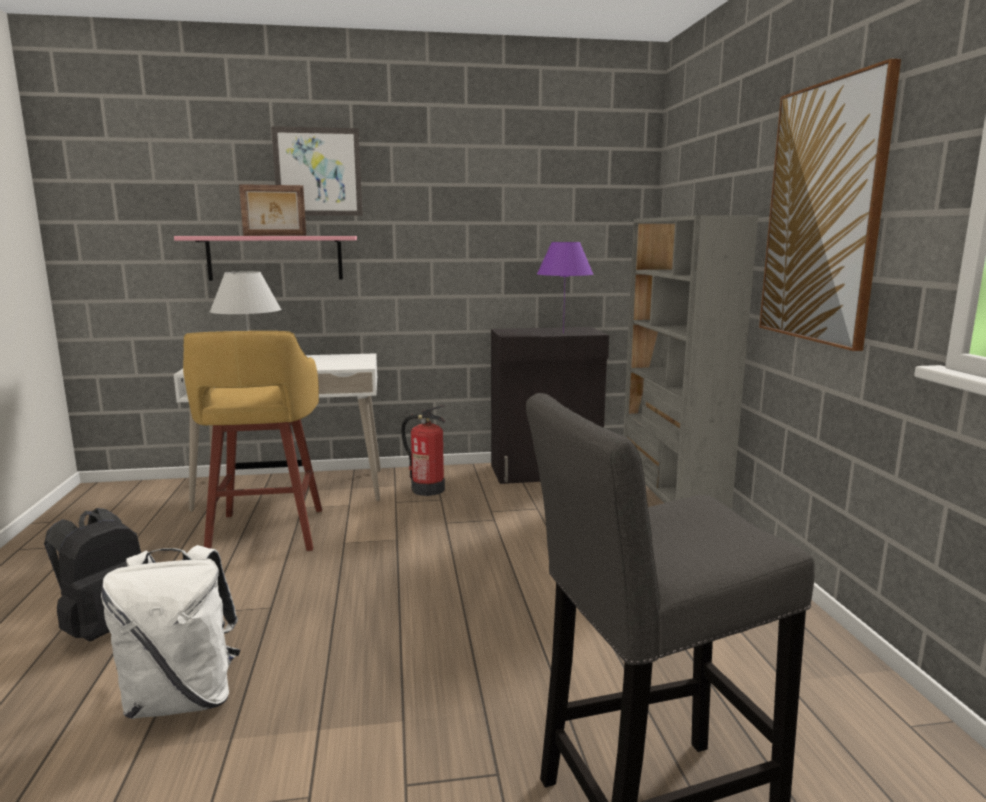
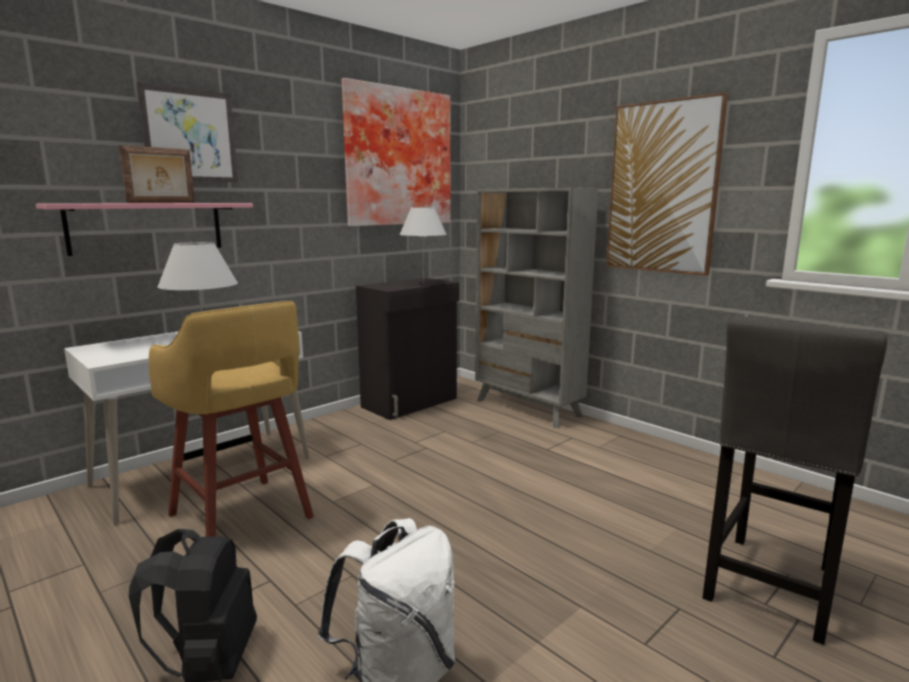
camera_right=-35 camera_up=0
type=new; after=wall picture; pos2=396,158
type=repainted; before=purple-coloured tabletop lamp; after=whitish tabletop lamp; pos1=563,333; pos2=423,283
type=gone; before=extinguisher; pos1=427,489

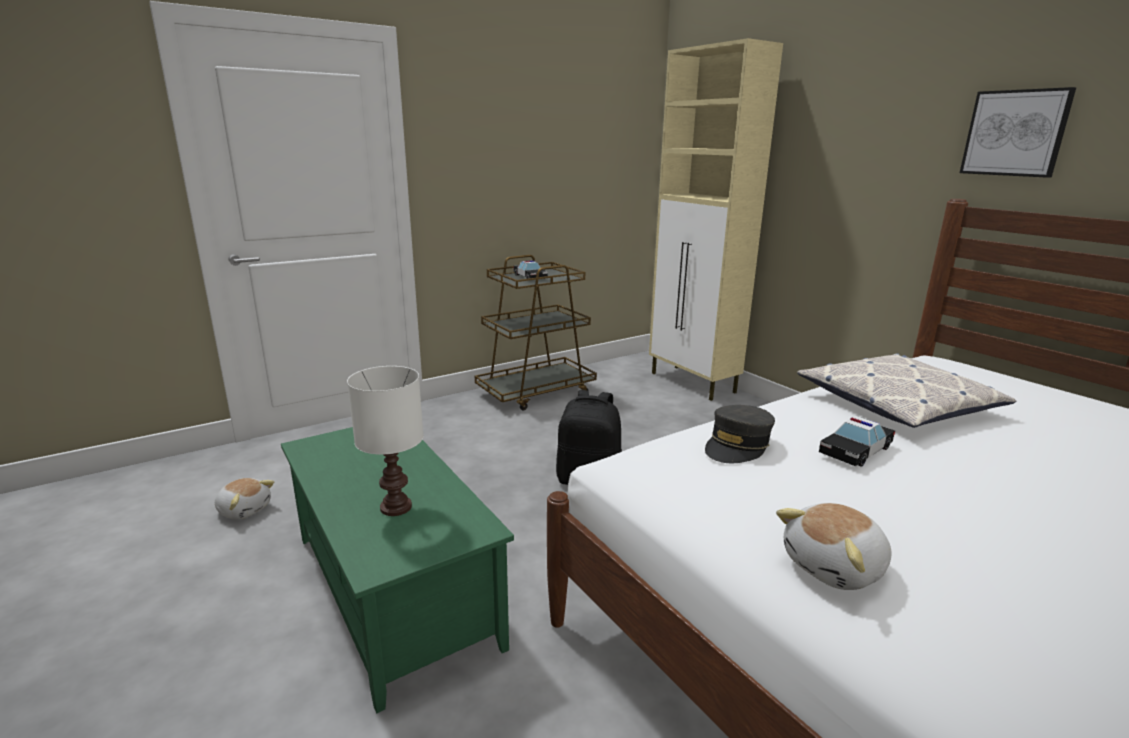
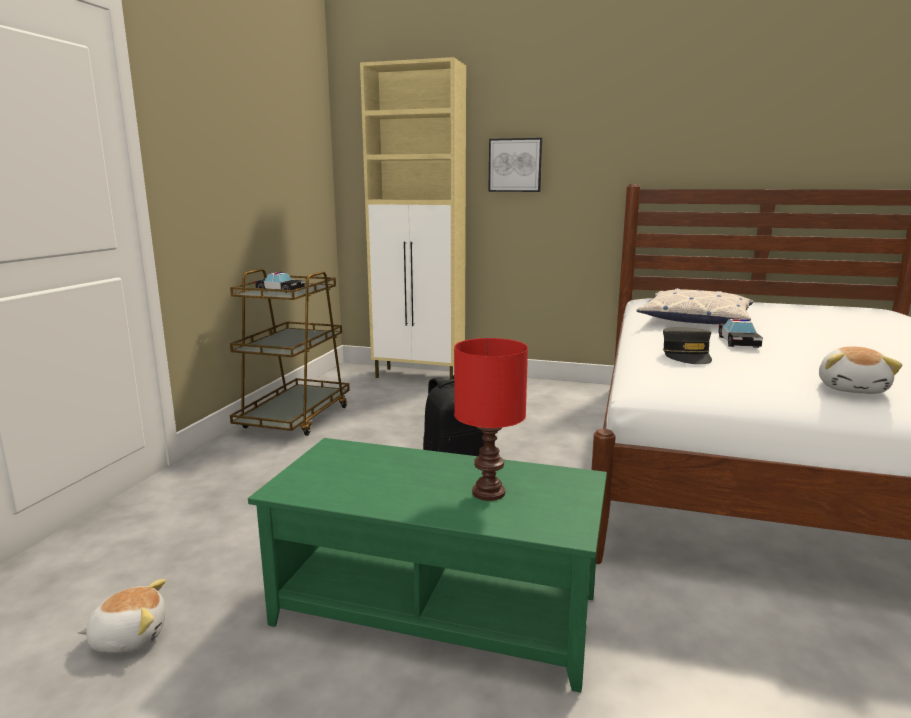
camera_right=-40 camera_up=-5
type=repainted; before=whitish tabletop lamp; after=reddish tabletop lamp; pos1=395,506; pos2=487,492
type=shifted; before=wall picture; pos1=1015,133; pos2=515,165

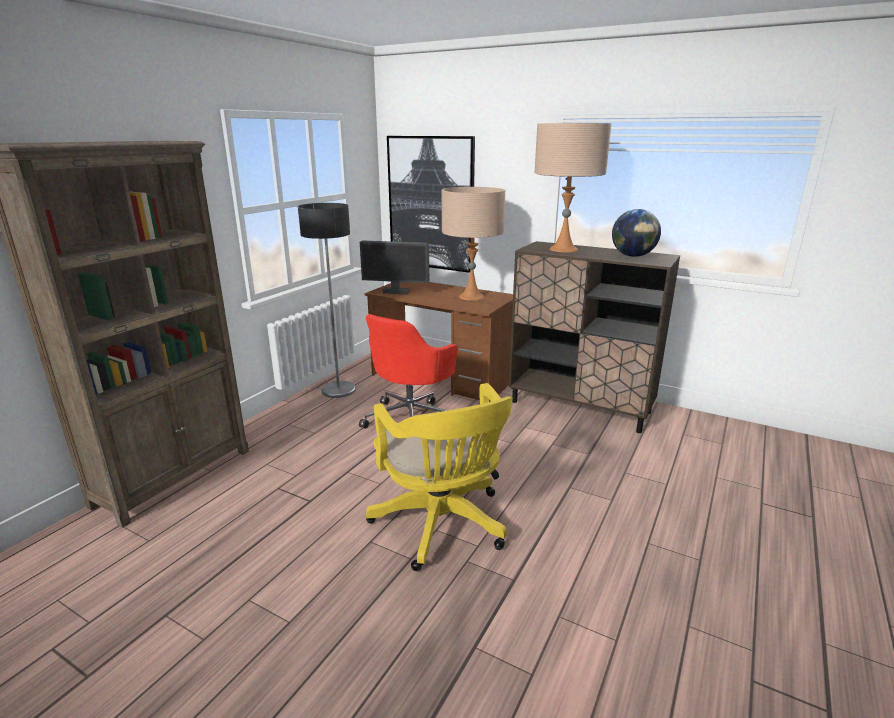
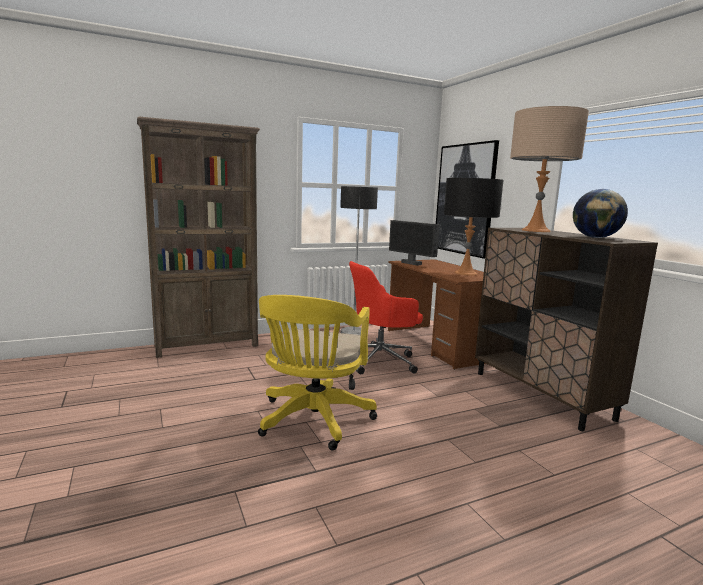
camera_right=35 camera_up=-10
type=repainted; before=beige tabletop lamp; after=black tabletop lamp; pos1=471,297; pos2=465,273

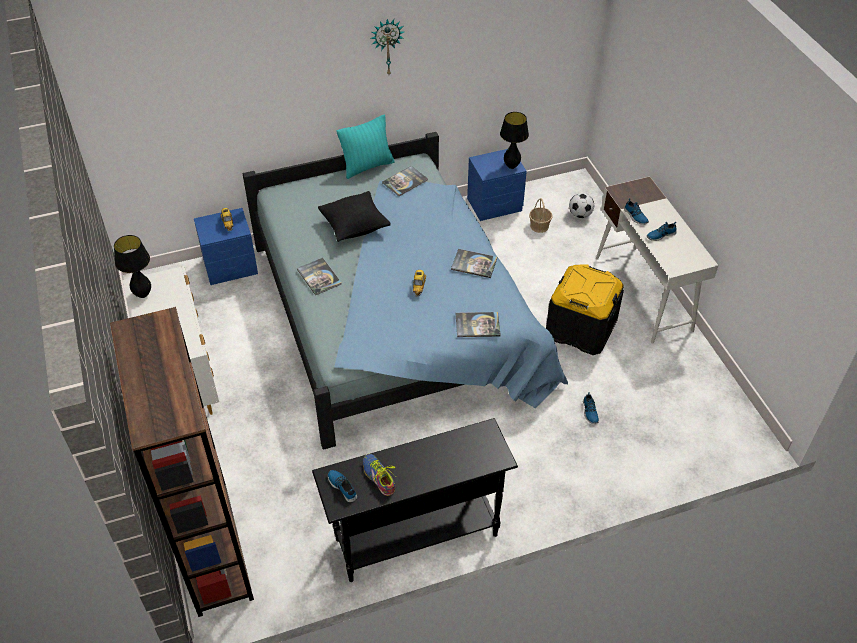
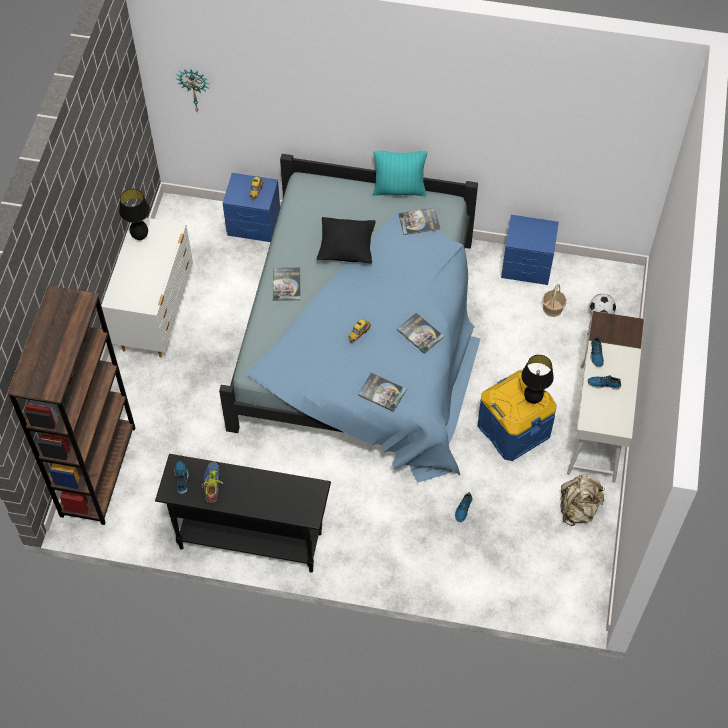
camera_right=30 camera_up=10
type=shifted; before=hanging clock; pos1=387,46; pos2=194,89
type=repainted; before=black storage container; after=bluish storage container; pos1=581,329; pos2=513,429
type=shifted; before=black tabletop lamp; pos1=511,166; pos2=532,399
type=new; after=beige backpack; pos2=578,508

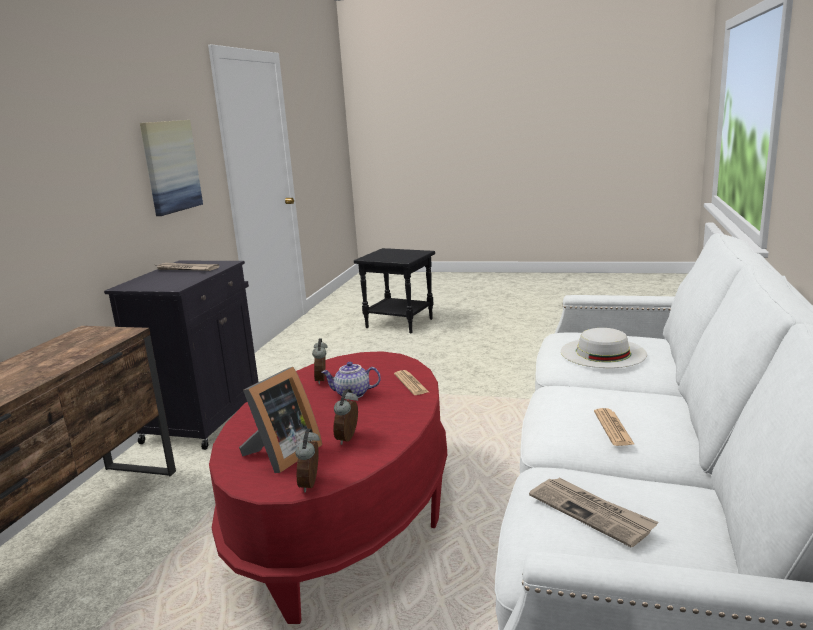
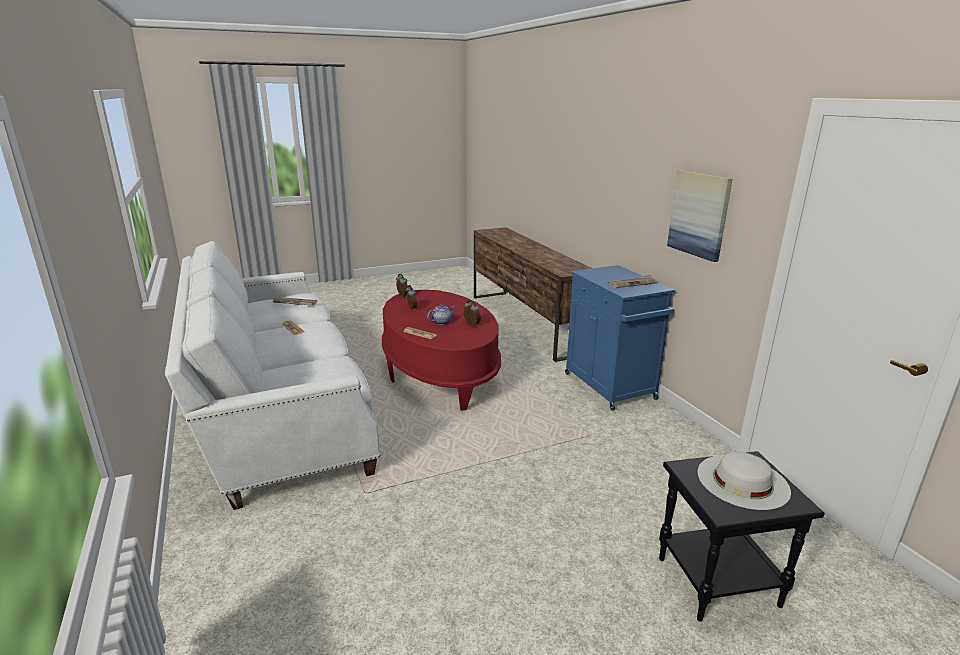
camera_right=140 camera_up=5
type=repainted; before=black cupboard; after=bluish cupboard; pos1=205,419; pos2=610,387
type=shifted; before=whitish hat; pos1=603,352; pos2=742,481
type=gone; before=photo frame; pos1=281,455

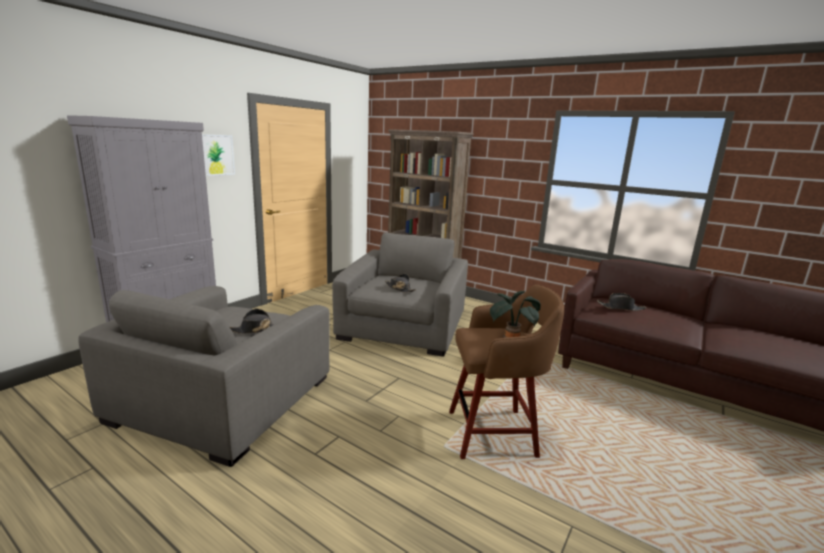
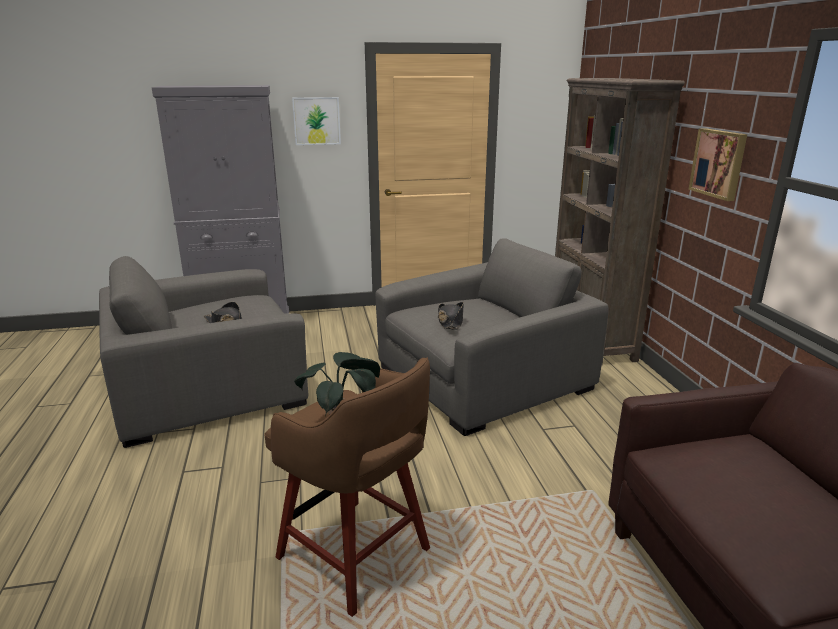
camera_right=45 camera_up=5
type=new; after=wall picture; pos2=719,163
type=gone; before=black hat; pos1=620,308

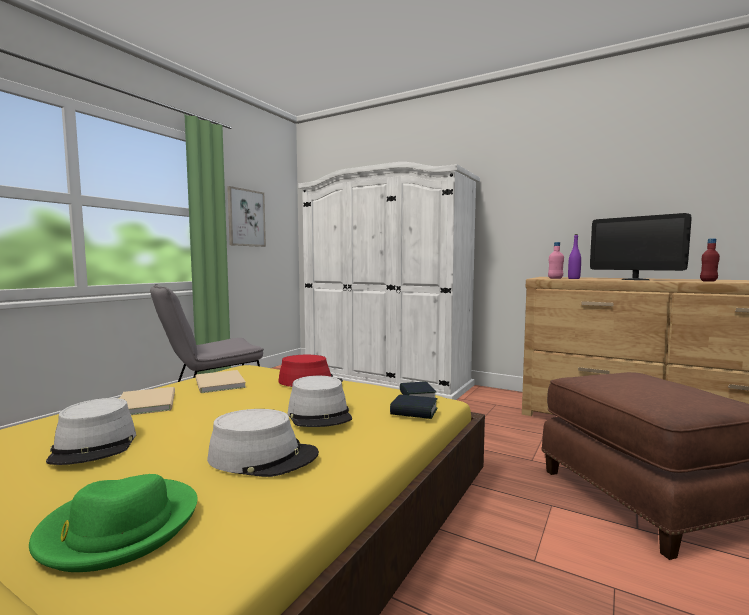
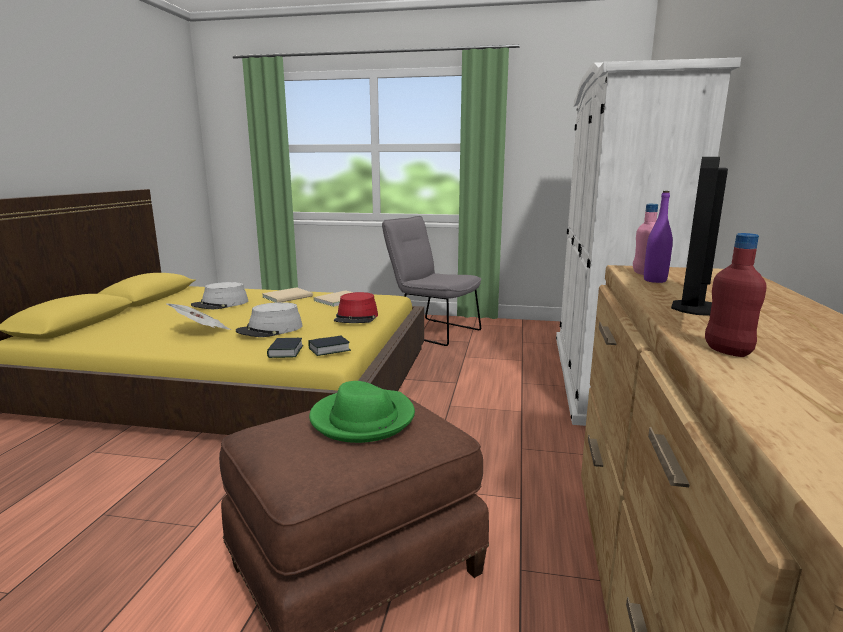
camera_right=70 camera_up=10
type=swapped; before=greyish hat; after=printed paper; pos1=263,457; pos2=201,331
type=shifted; before=green-coloured hat; pos1=119,527; pos2=362,419
type=gone; before=wall picture; pos1=246,218

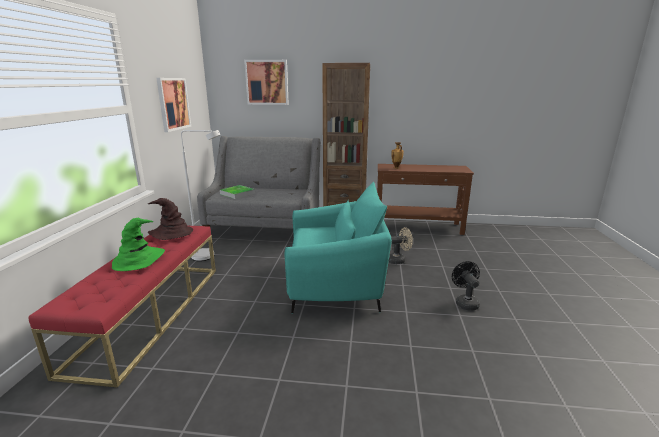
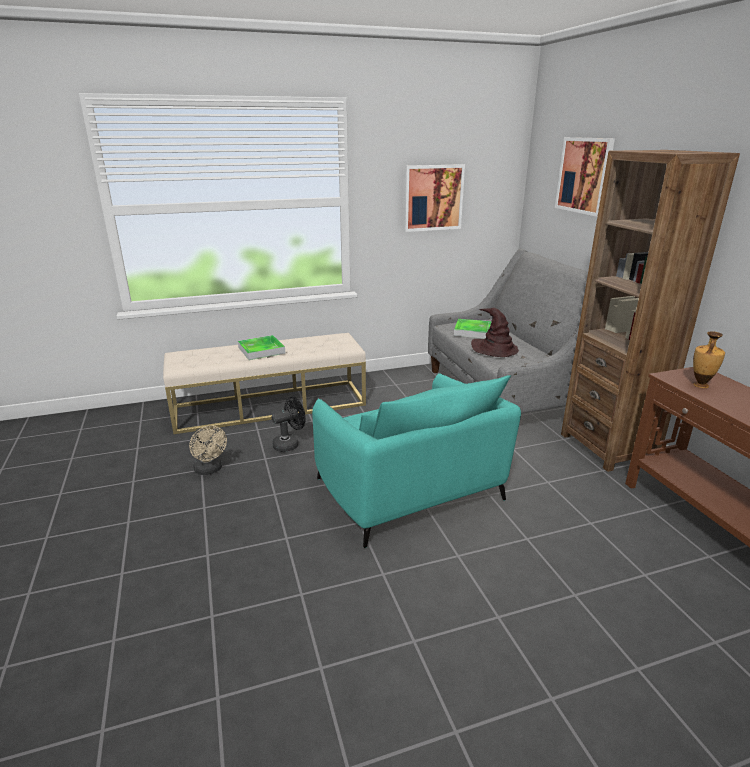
camera_right=65 camera_up=5
type=repainted; before=reddish long seat; after=beige long seat; pos1=150,313; pos2=270,406
type=shifted; before=beige electric fan; pos1=399,260; pos2=210,470
type=swapped; before=green-coloured hat; after=carrying tray; pos1=138,260; pos2=261,350
type=shifted; before=black electric fan; pos1=465,302; pos2=289,444
type=shifted; before=brown-coloured hat; pos1=171,233; pos2=495,349
type=gone; before=whitish standard lamp; pos1=209,256

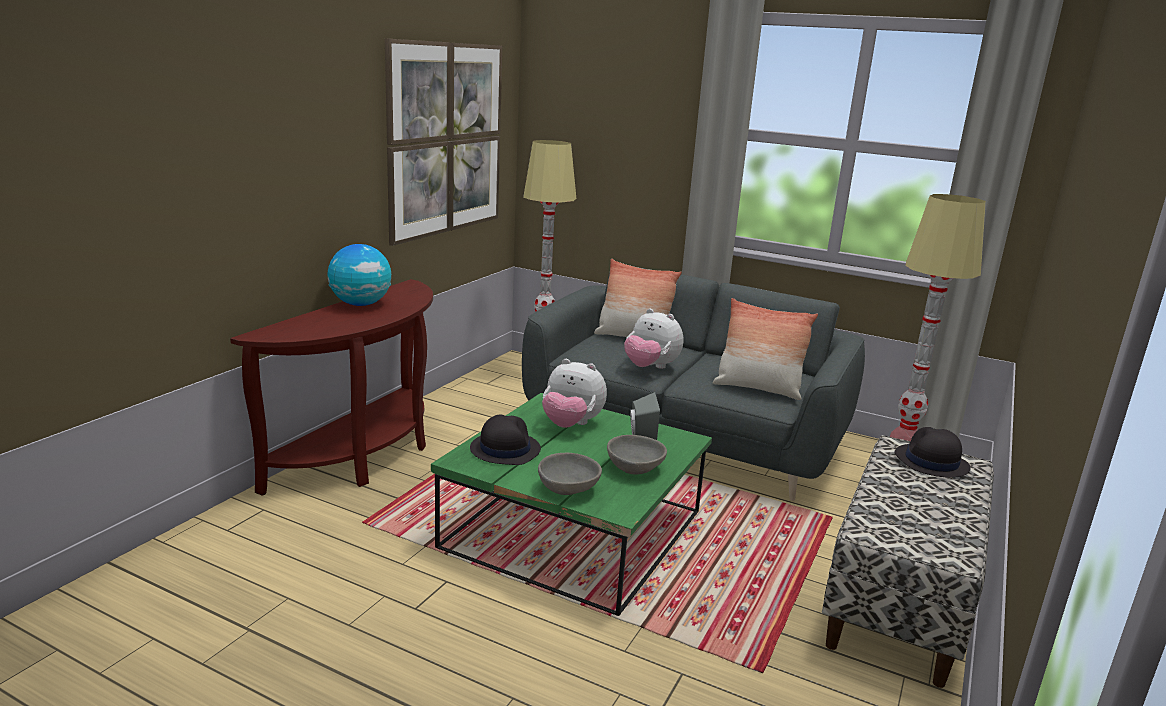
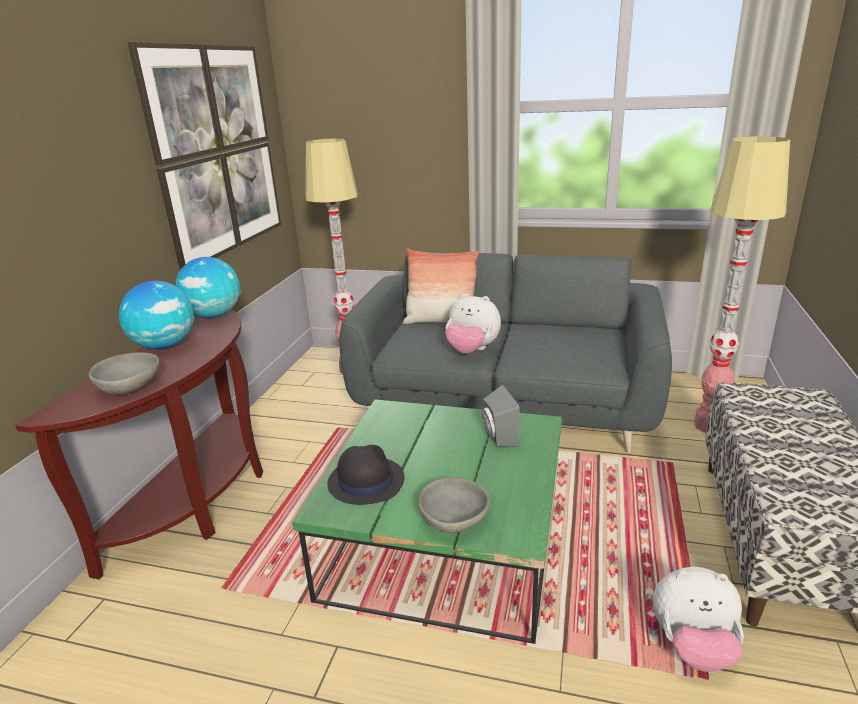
camera_right=-10 camera_up=5
type=shifted; before=greyish deep dish; pos1=634,469; pos2=129,388
type=new; after=desk globe; pos2=214,315
type=shifted; before=soft toy; pos1=571,425; pos2=692,647
type=gone; before=throw pillow; pos1=758,389
type=gone; before=black hat; pos1=931,462

